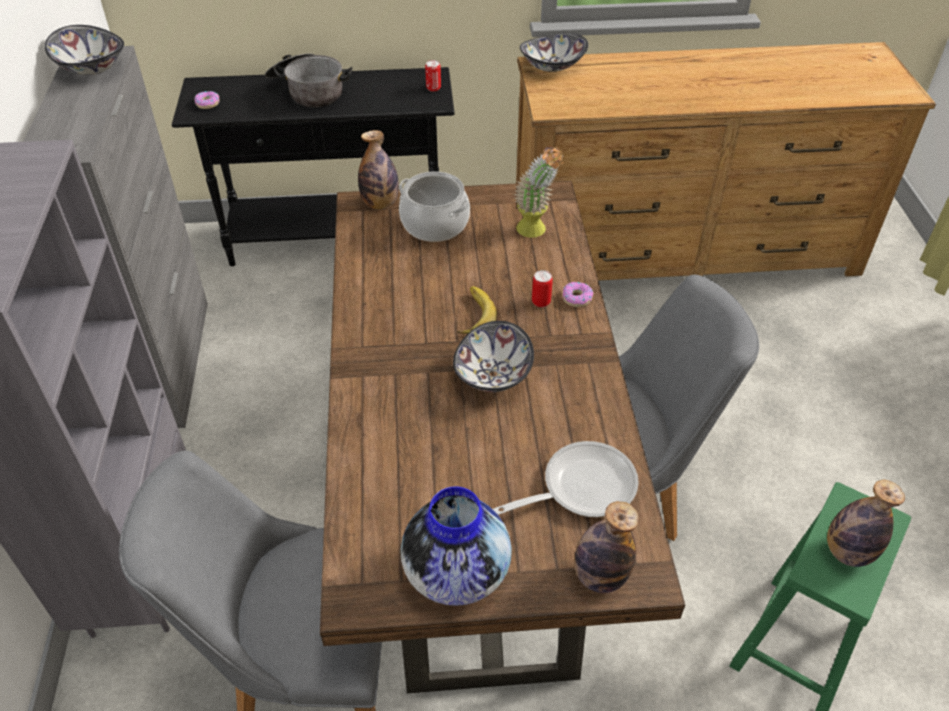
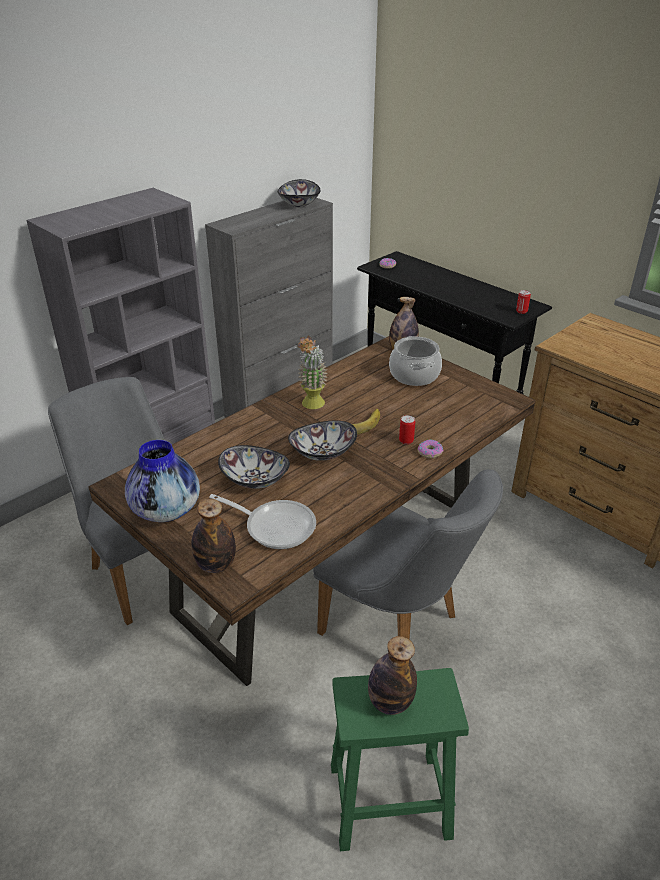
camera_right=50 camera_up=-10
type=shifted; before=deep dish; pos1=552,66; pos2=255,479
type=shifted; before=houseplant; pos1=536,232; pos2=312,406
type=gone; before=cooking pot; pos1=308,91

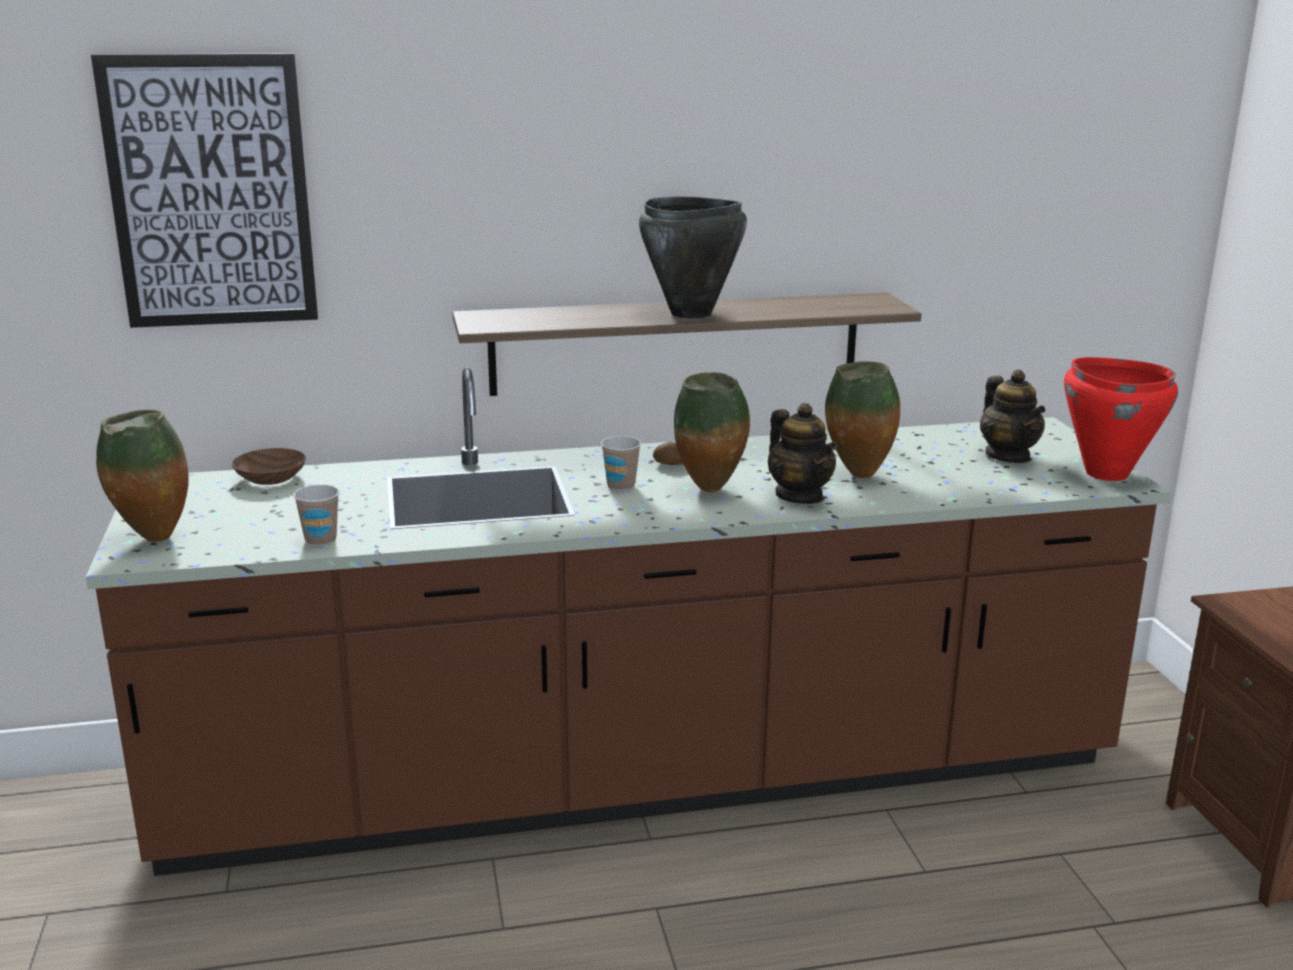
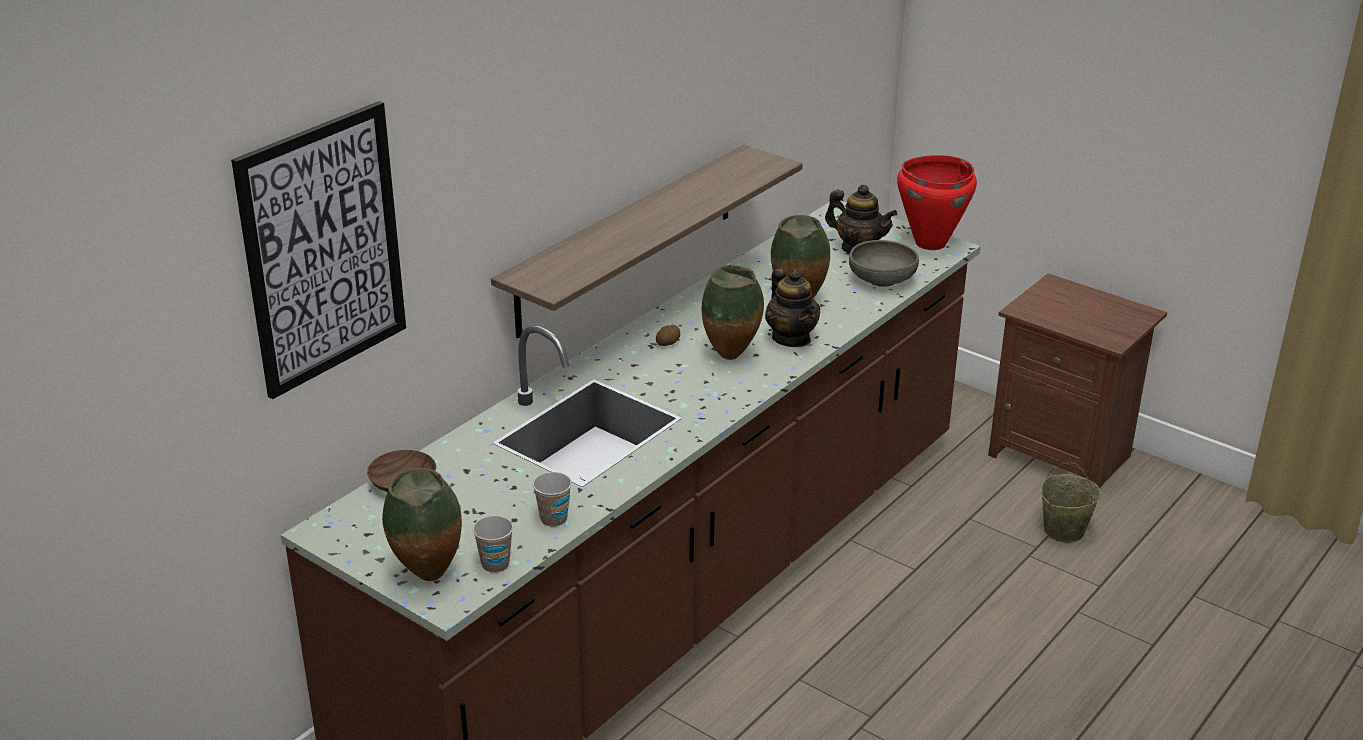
camera_right=-40 camera_up=10
type=shifted; before=small cup; pos1=621,486; pos2=495,564
type=rotated; before=teapot; pos1=800,496; pos2=791,338; turn=45
type=new; after=greyish deep dish; pos2=881,280
type=new; after=beige water bucket; pos2=1063,531
type=gone; before=black cooking pot; pos1=691,314

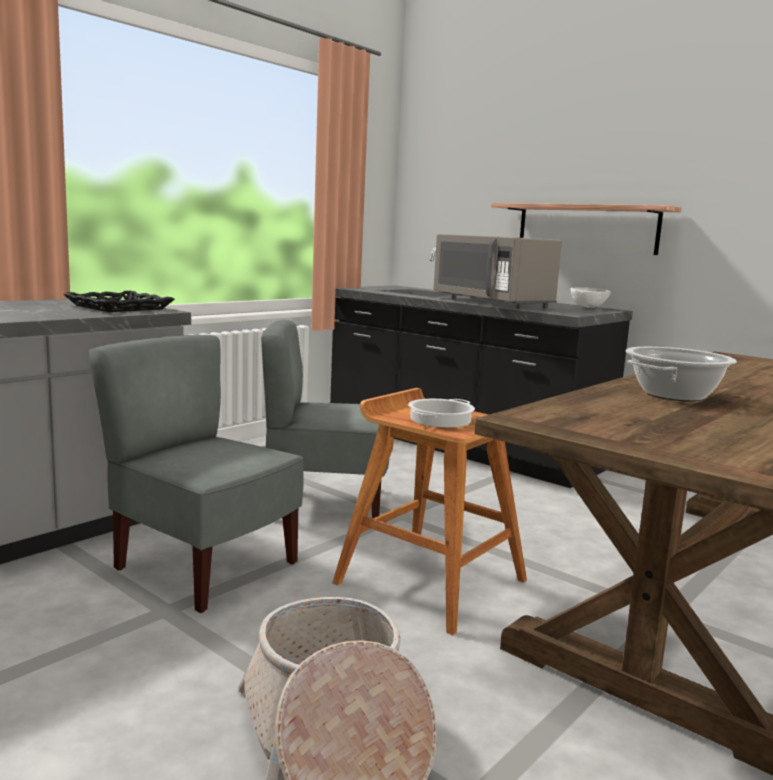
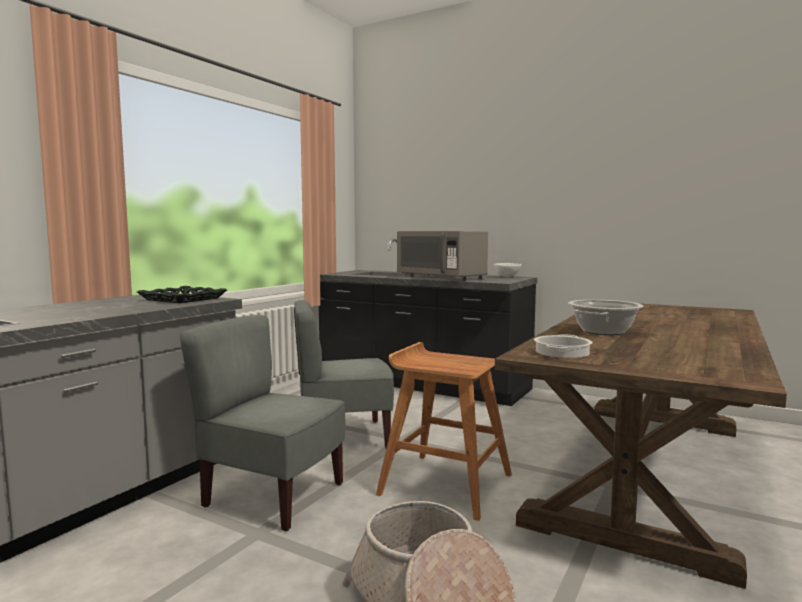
camera_right=-10 camera_up=-5
type=shifted; before=cooking pot; pos1=440,420; pos2=562,352
type=gone; before=shelf; pos1=586,228

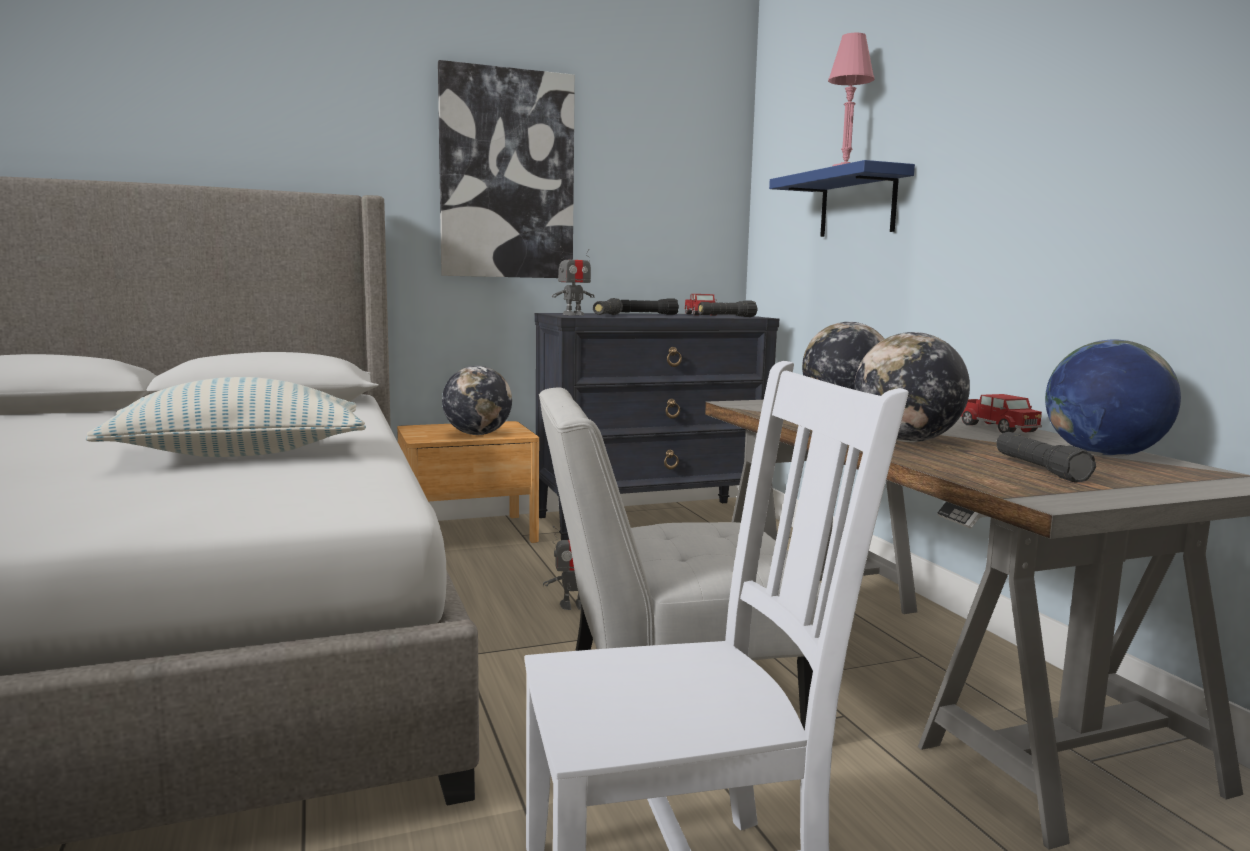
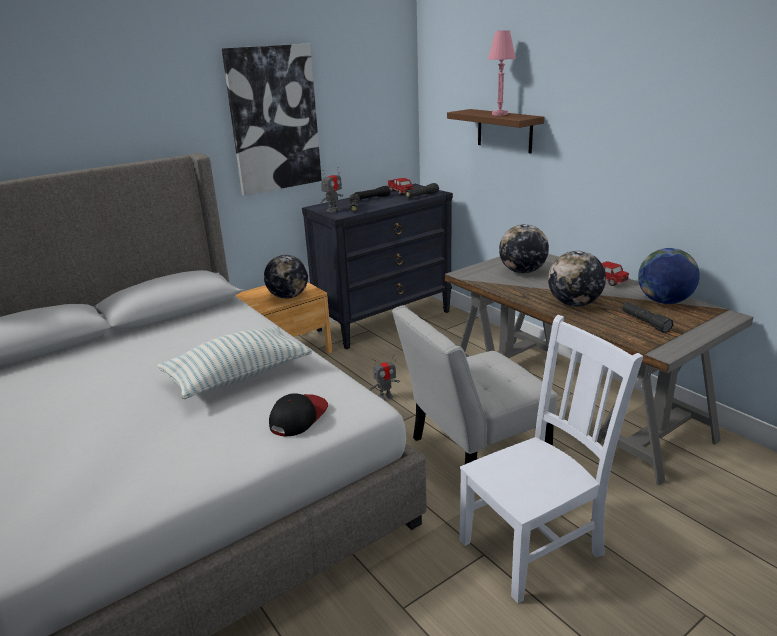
camera_right=-15 camera_up=15
type=new; after=cap; pos2=298,417
type=repainted; before=bluish shelf; after=brown-coloured shelf; pos1=857,204; pos2=504,130

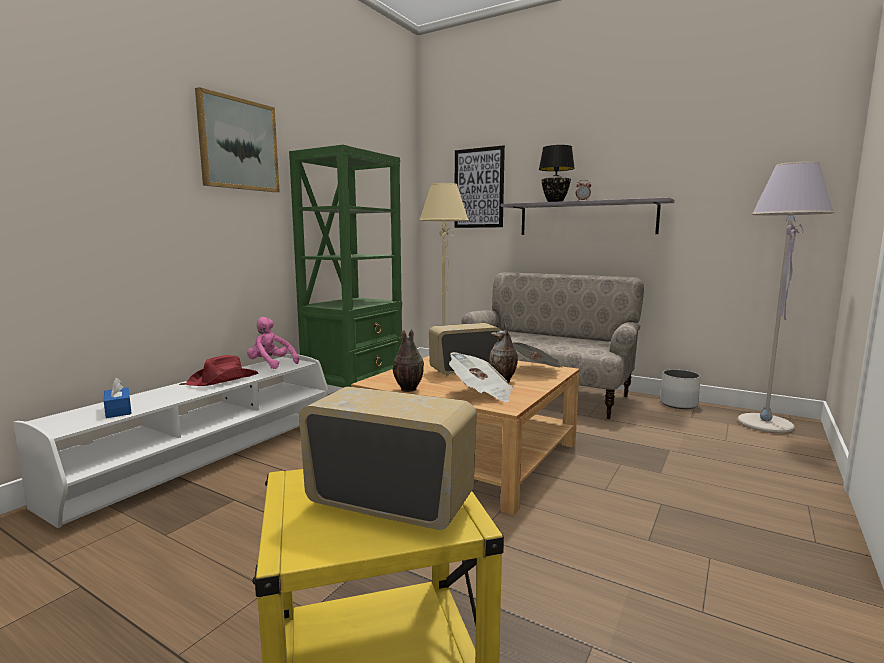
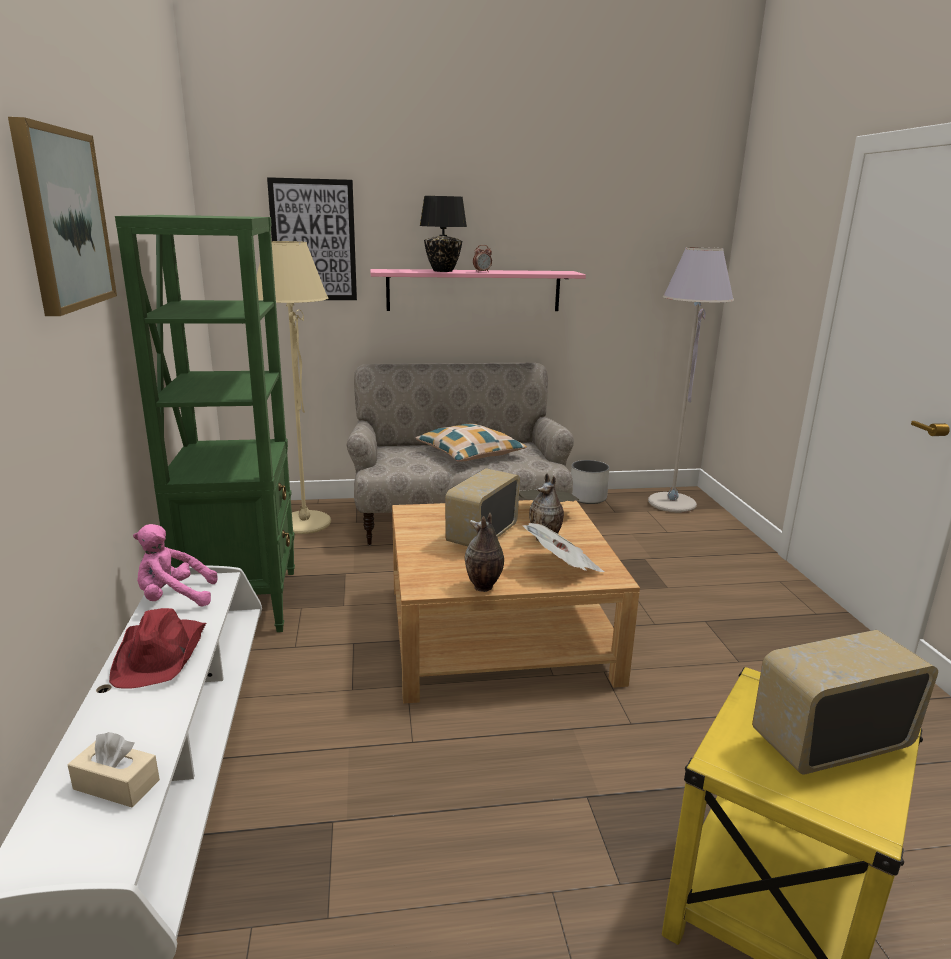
camera_right=-40 camera_up=10
type=repainted; before=bluish box of tissues; after=beige box of tissues; pos1=118,410; pos2=116,784
type=repainted; before=greyish shelf; after=pink shelf; pos1=586,218; pos2=474,290
type=new; after=throw pillow; pos2=470,453

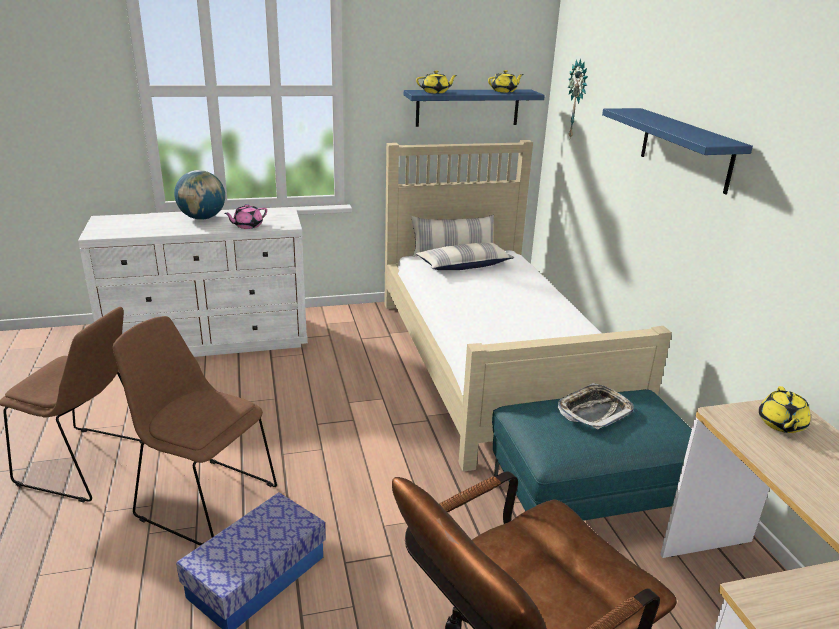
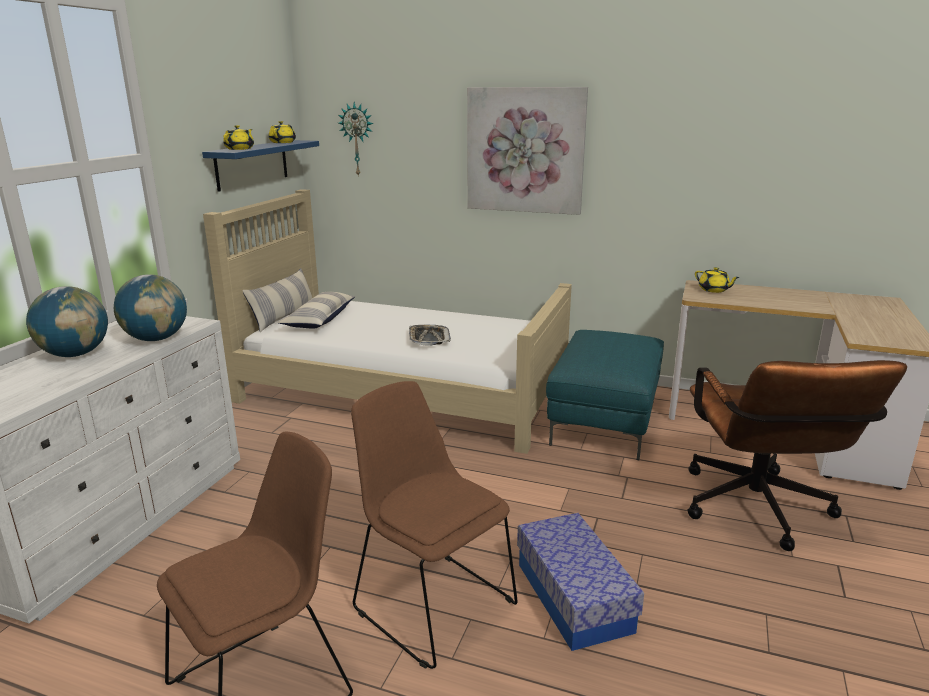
camera_right=-55 camera_up=-5
type=swapped; before=pink teapot; after=desk globe; pos1=247,226; pos2=156,339
type=rotated; before=brown-coloured upright chair; pos1=204,499; pos2=431,603; turn=75
type=shifted; before=carrying tray; pos1=594,411; pos2=428,339
type=swapped; before=bluish shelf; after=wall picture; pos1=685,149; pos2=525,150

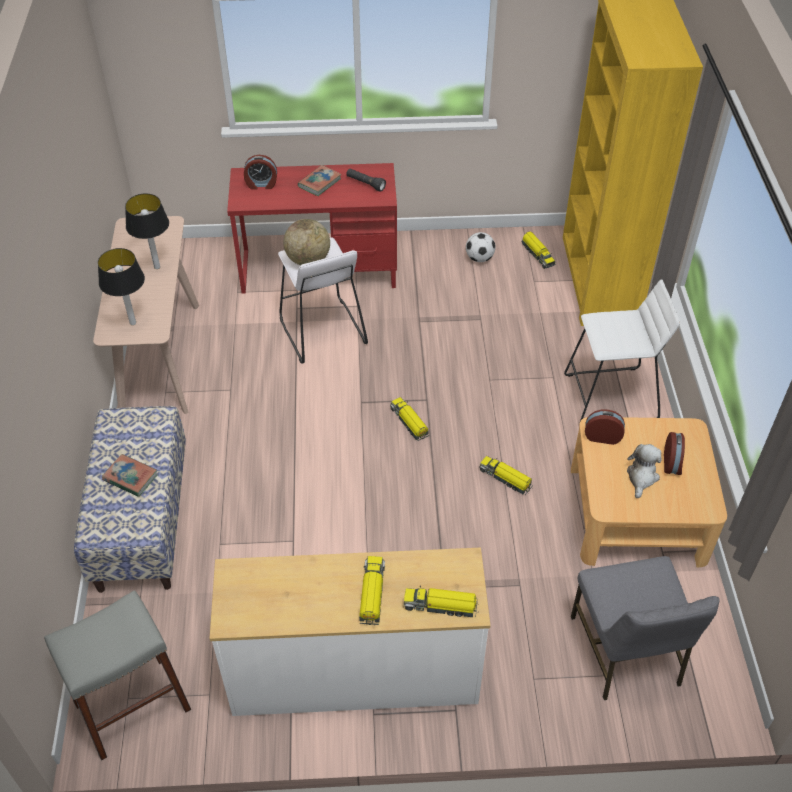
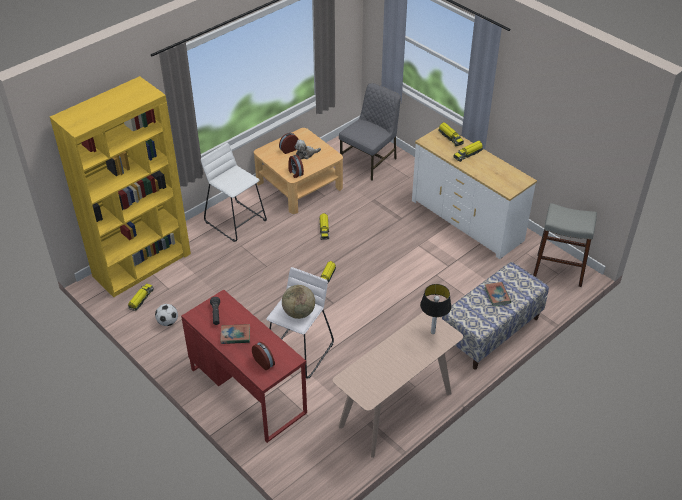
camera_right=-130 camera_up=-5
type=gone; before=tabletop lamp; pos1=157,267

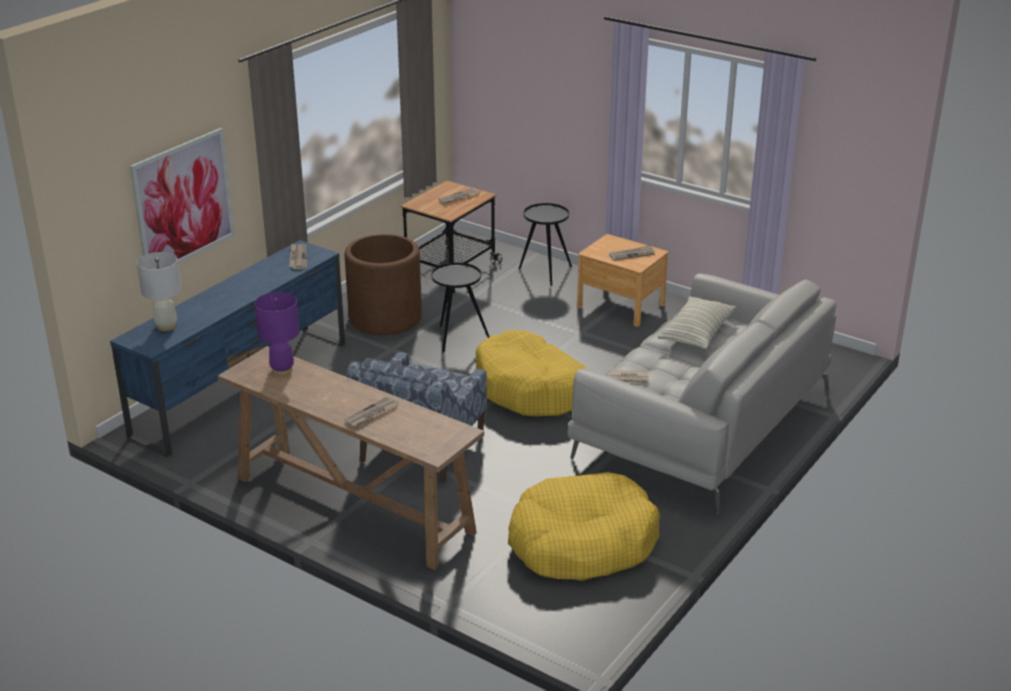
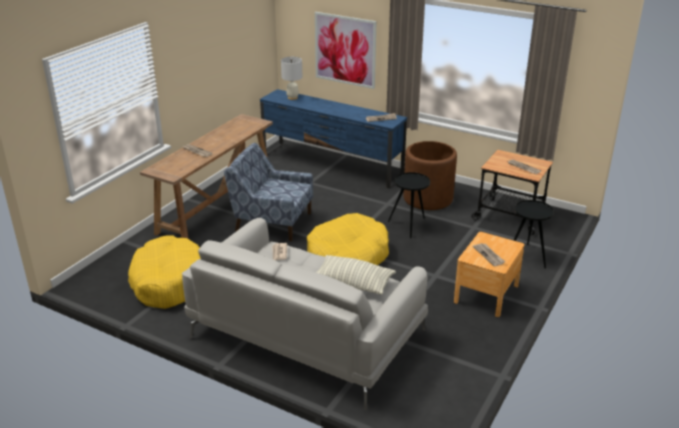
camera_right=85 camera_up=0
type=gone; before=purple-coloured tabletop lamp; pos1=282,369

